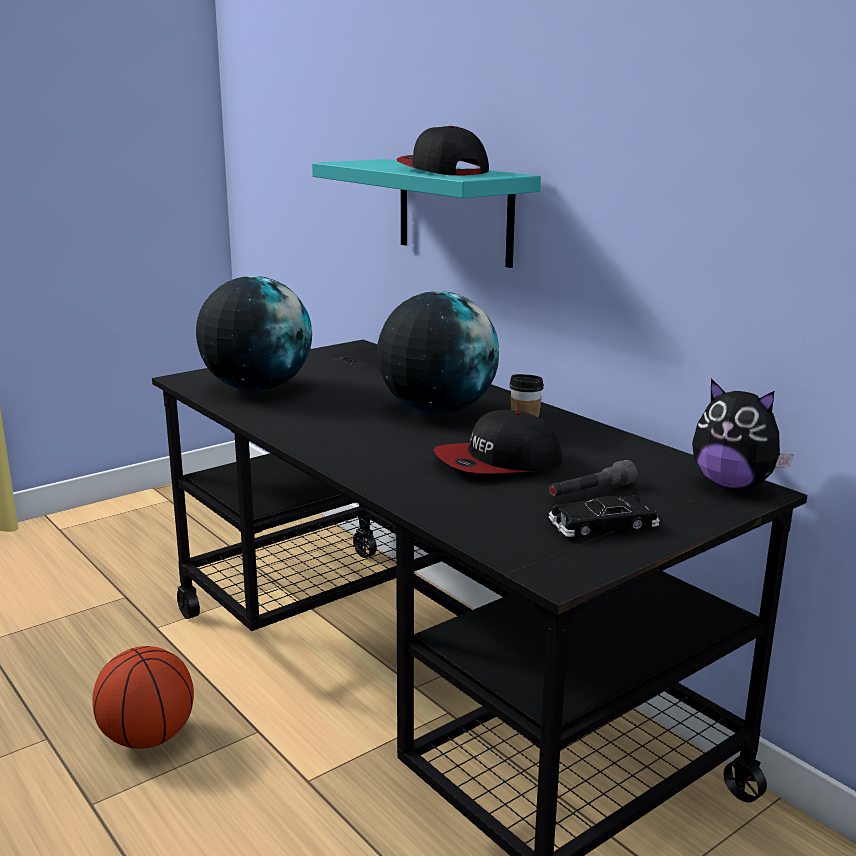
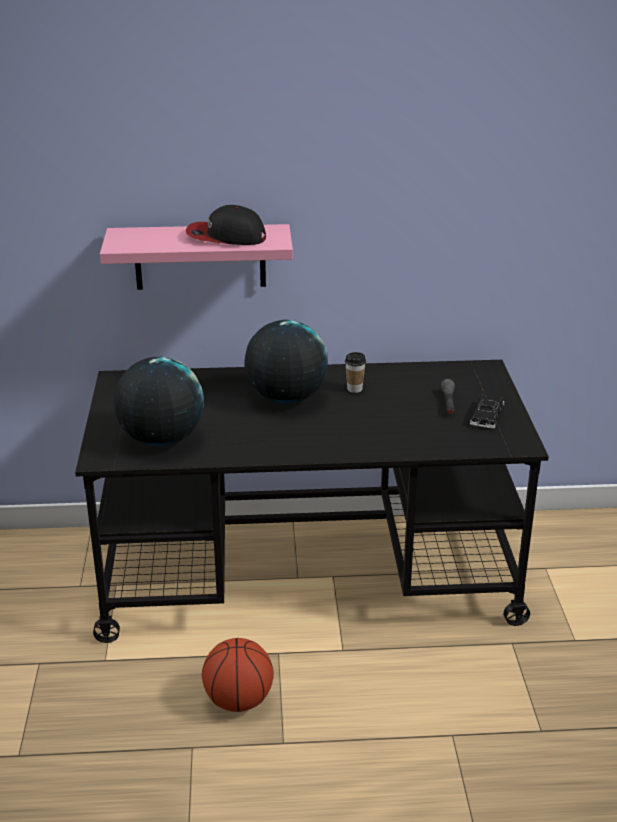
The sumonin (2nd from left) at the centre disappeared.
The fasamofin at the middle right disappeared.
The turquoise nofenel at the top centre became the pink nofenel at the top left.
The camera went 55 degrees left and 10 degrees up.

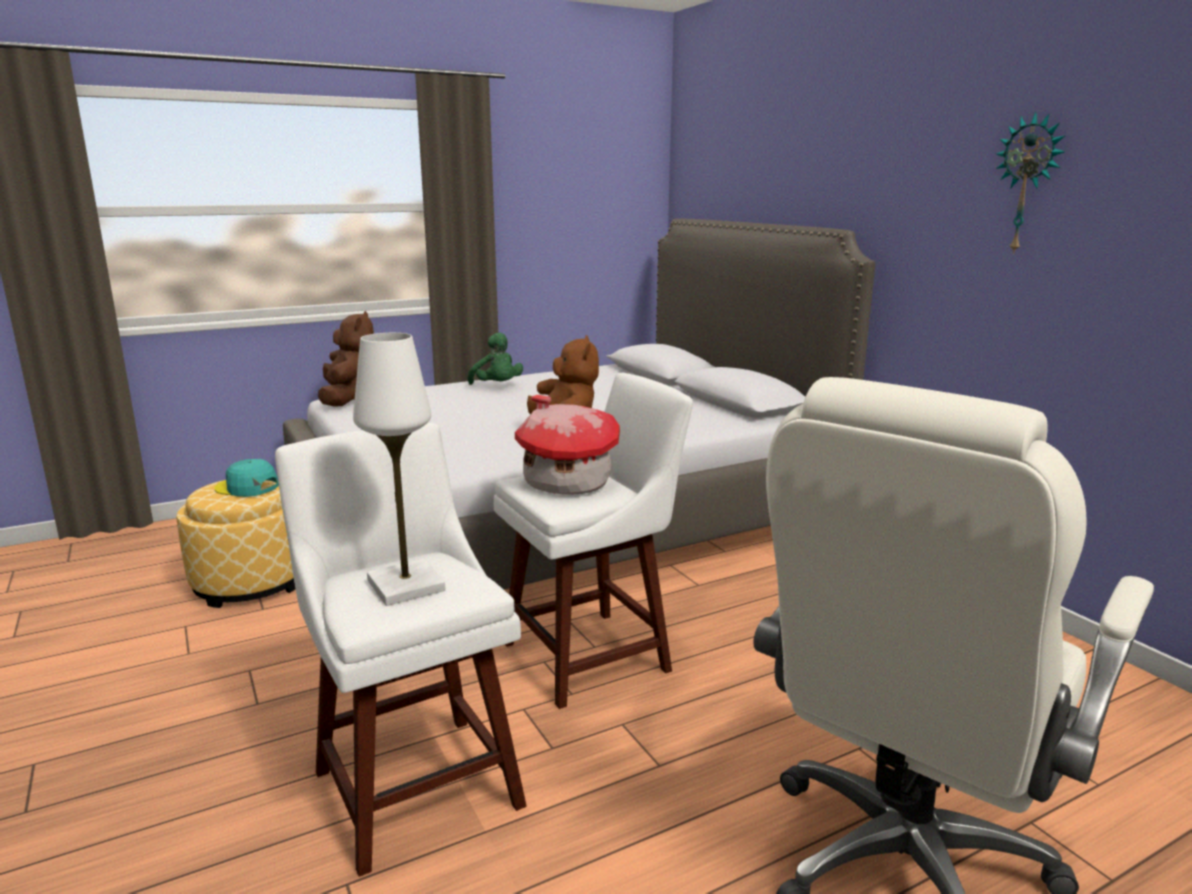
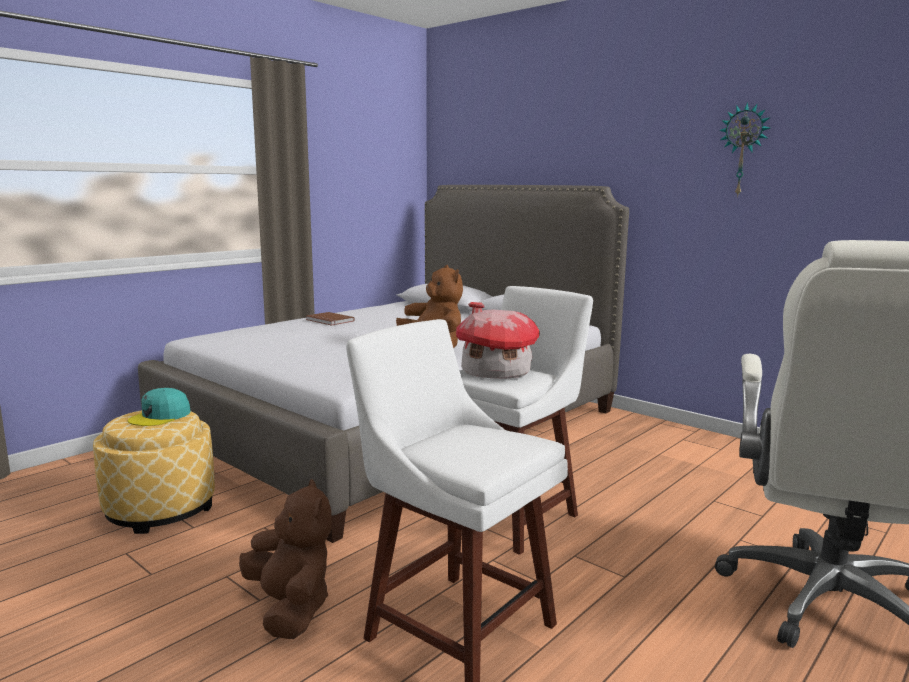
The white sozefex at the centre disappeared.
The brown fasamofin (1st from left) moved from the middle left to the bottom left.
The green fasamofin at the centre was replaced by the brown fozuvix at the centre.
The turquoise sumonin at the middle left turned 60 degrees counterclockwise.
The camera went 20 degrees left and 5 degrees down.

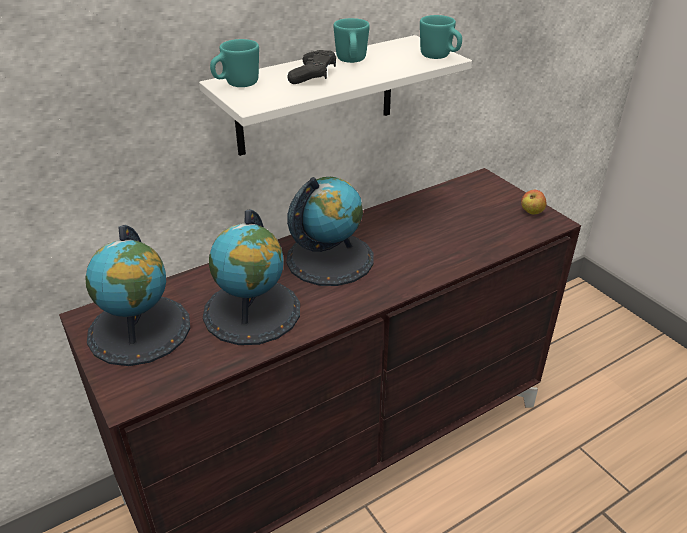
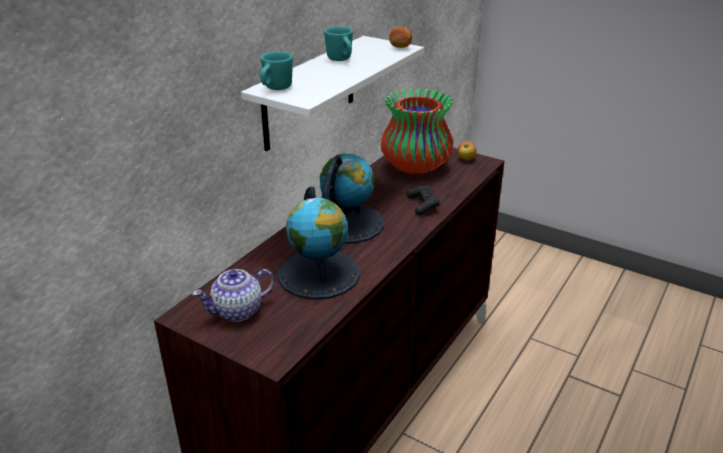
The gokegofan at the top centre appeared.
The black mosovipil moved from the top centre to the centre.
The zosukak (1st from left) at the middle left was replaced by the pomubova at the middle left.
The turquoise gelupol (3rd from left) at the top centre was replaced by the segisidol (1st from left) at the top centre.
The camera went 25 degrees left and 5 degrees down.

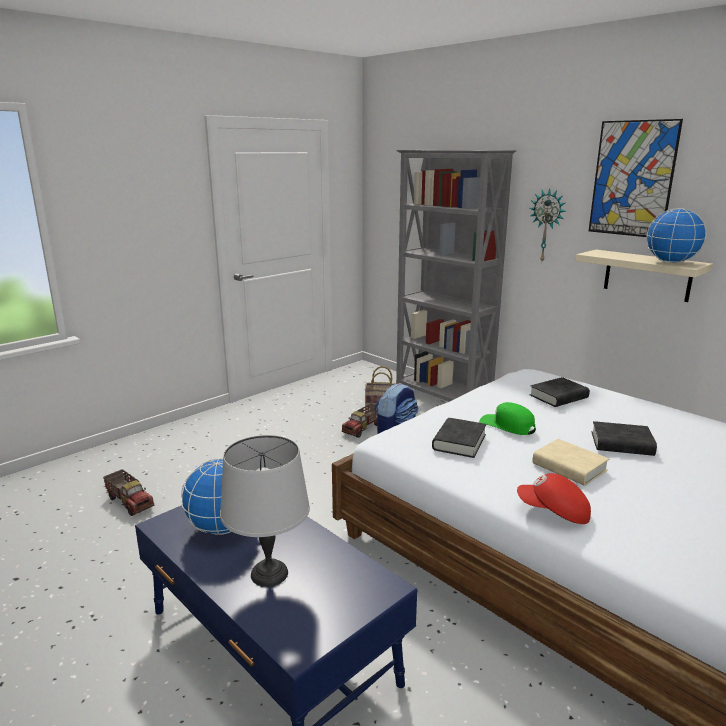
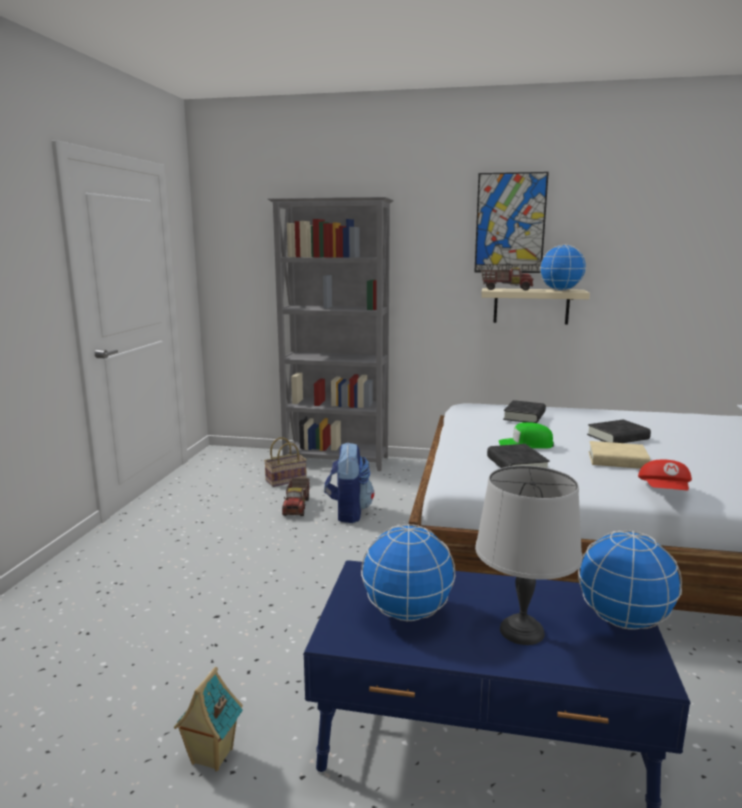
The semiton at the top right disappeared.
The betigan at the bottom left appeared.
The zosukak (3rd from left) at the bottom right appeared.
The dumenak (1st from left in the first image) moved from the bottom left to the middle right.
The red sumonin at the bottom right turned 60 degrees counterclockwise.
The camera went 35 degrees left and 5 degrees down.

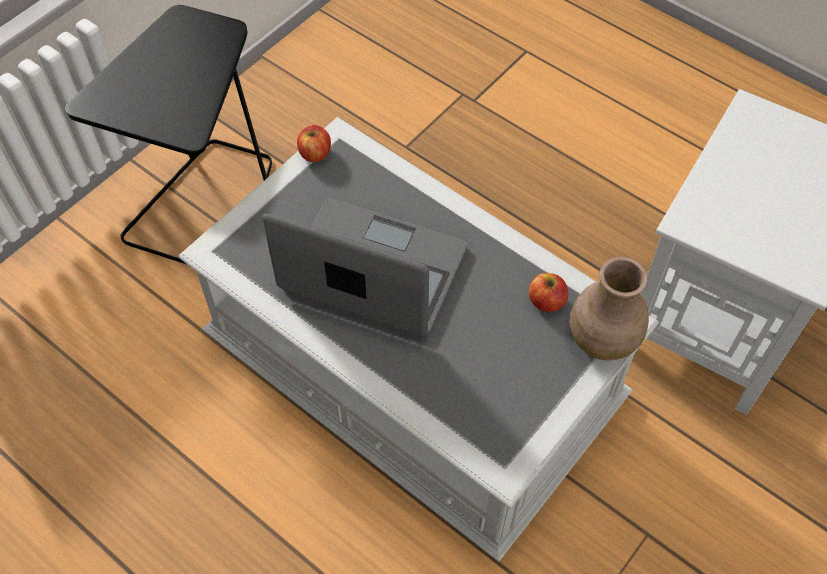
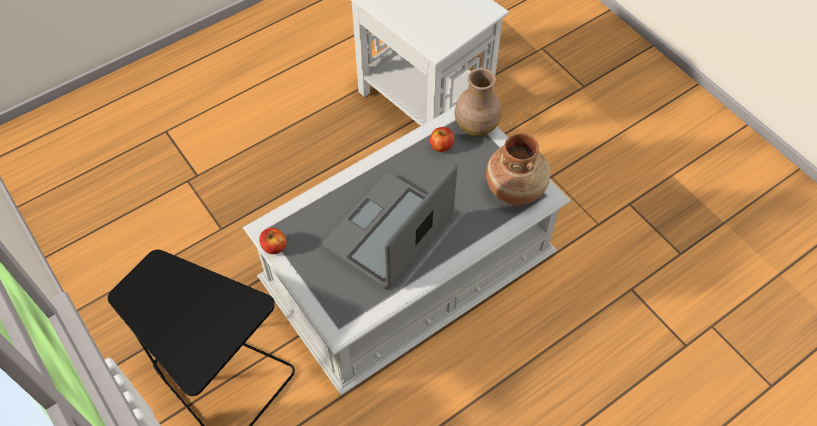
The brown gokegofan (2nd from left) at the centre appeared.
The camera went 75 degrees left and 0 degrees up.

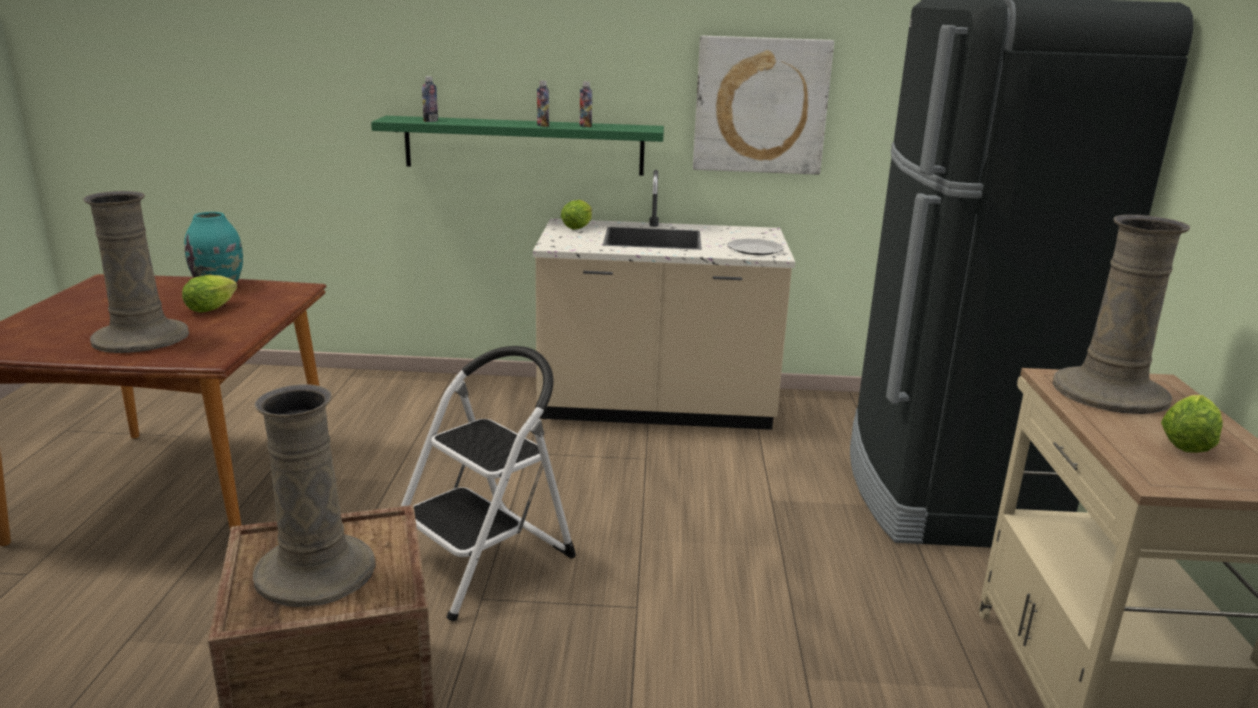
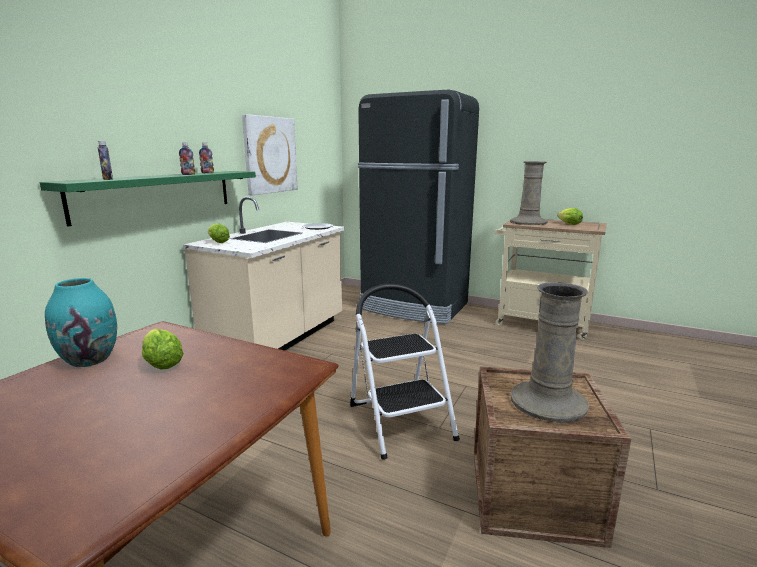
The beige gokegofan (1st from left) at the middle left disappeared.
The camera went 65 degrees left and 5 degrees down.

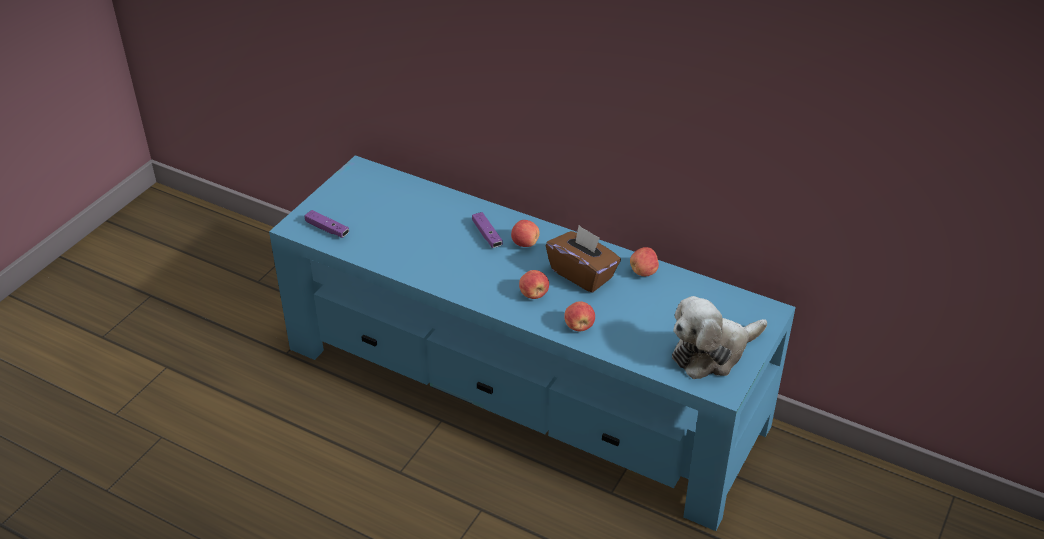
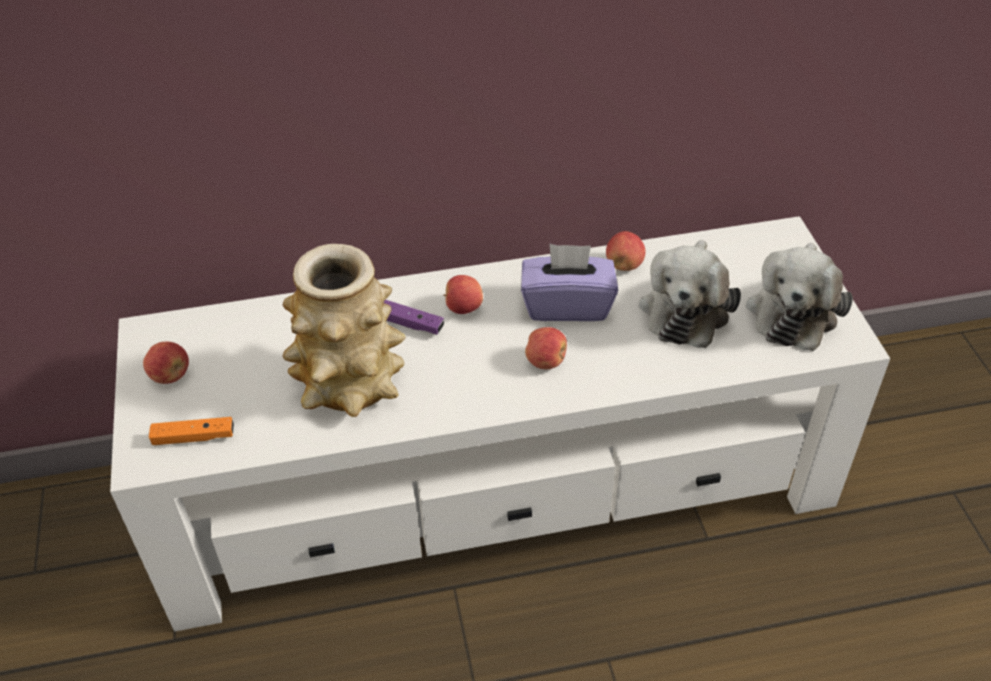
The gokegofan at the centre appeared.
The fasamofin (1st from left) at the middle right appeared.
The segisidol (3rd from left in the first image) moved from the centre to the middle left.
The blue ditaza at the centre became the white ditaza at the centre.
The purple mosovipil (1st from left) at the middle left became the orange mosovipil at the middle left.
The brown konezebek at the centre became the purple konezebek at the centre.
The camera went 40 degrees left and 5 degrees up.

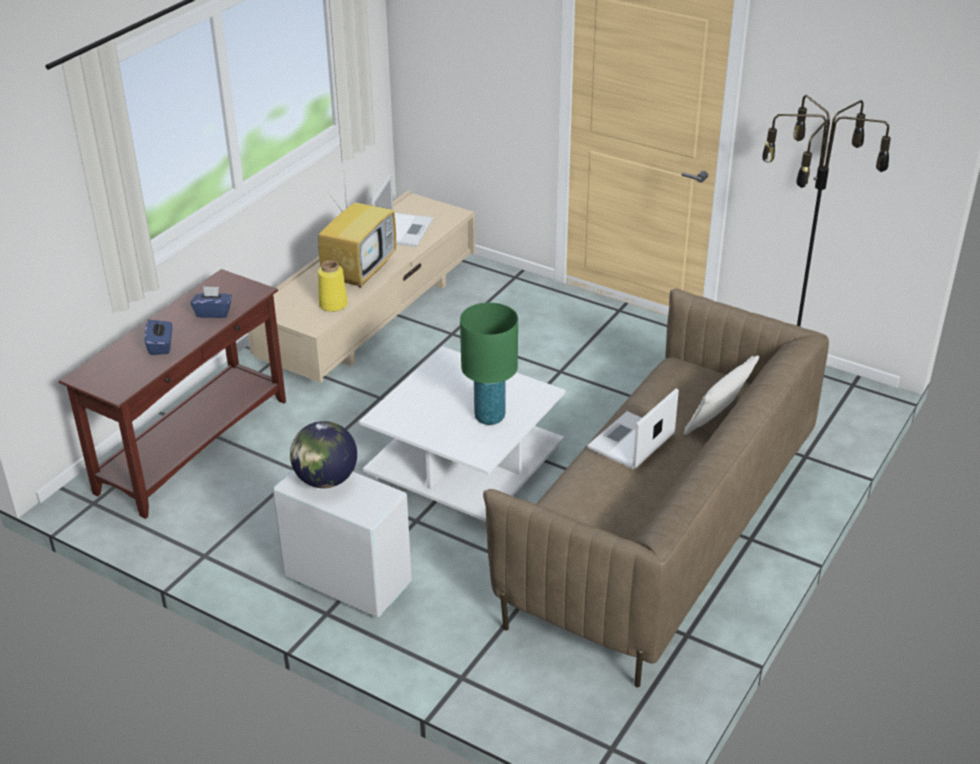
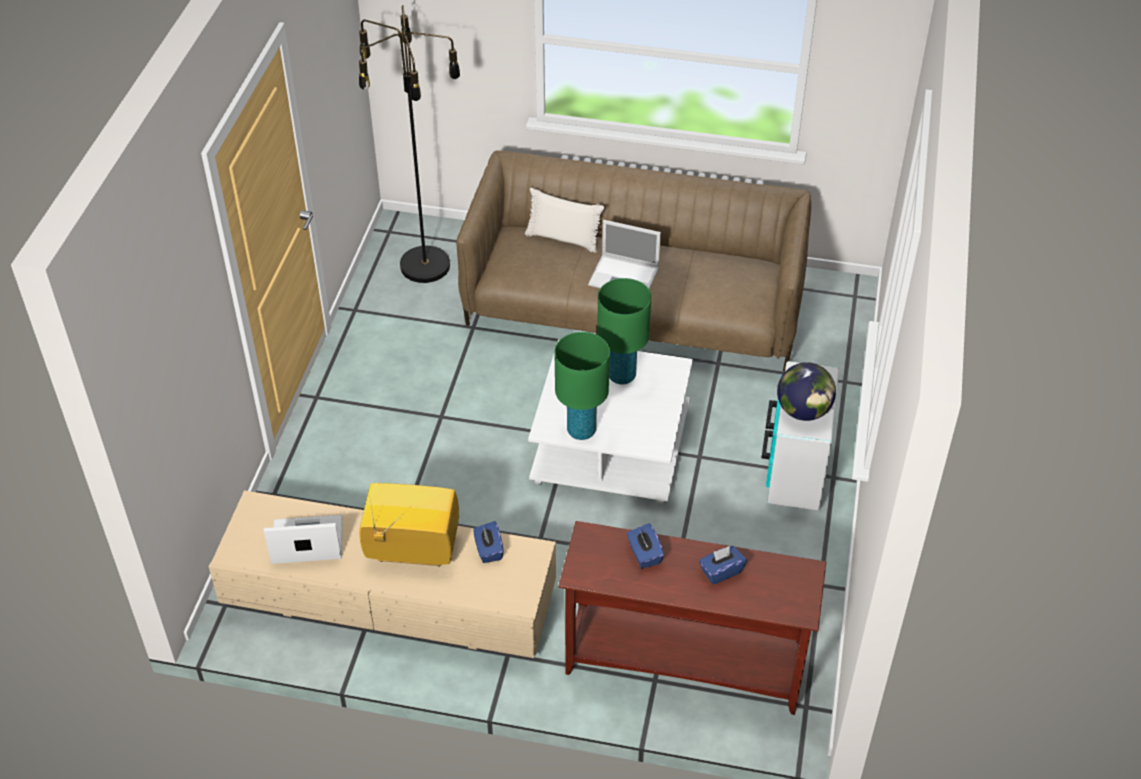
The green sozefex (1st from left) at the centre appeared.
The yellow gokegofan at the centre was replaced by the blue konezebek (1st from left) at the bottom centre.
The camera went 110 degrees left and 10 degrees up.

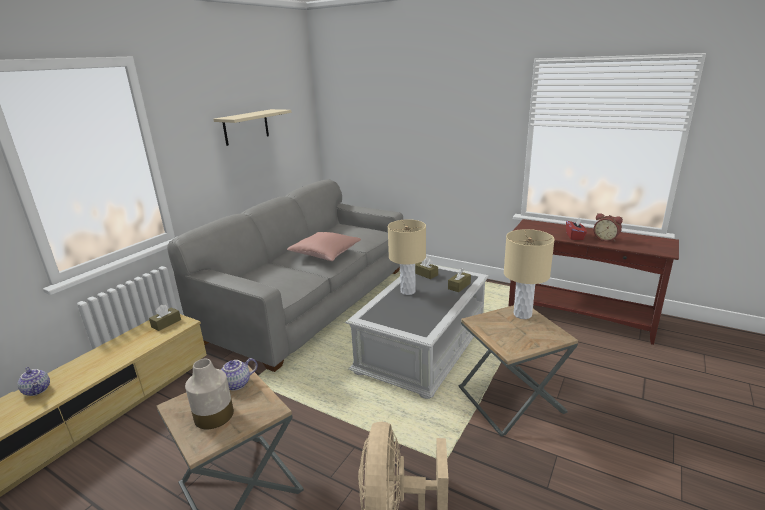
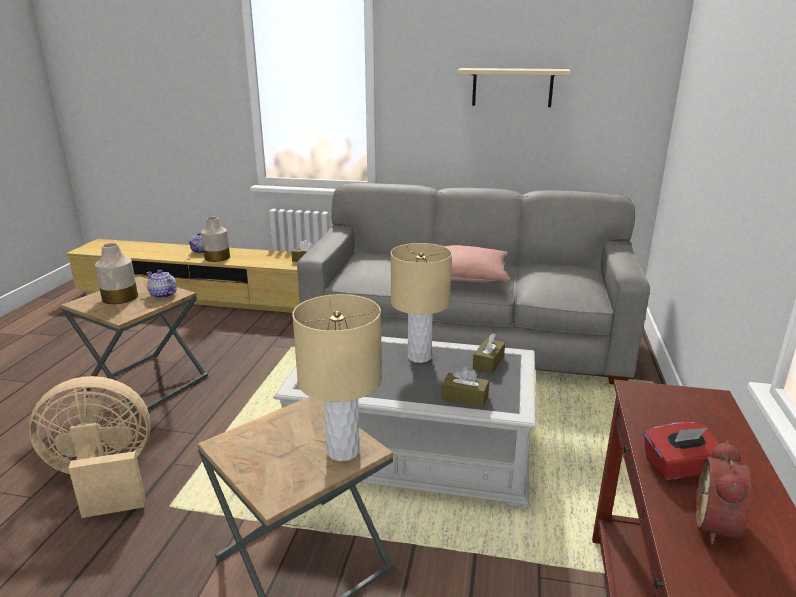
The beige gokegofan (2nd from left) at the middle left appeared.
The camera went 70 degrees right and 0 degrees up.

